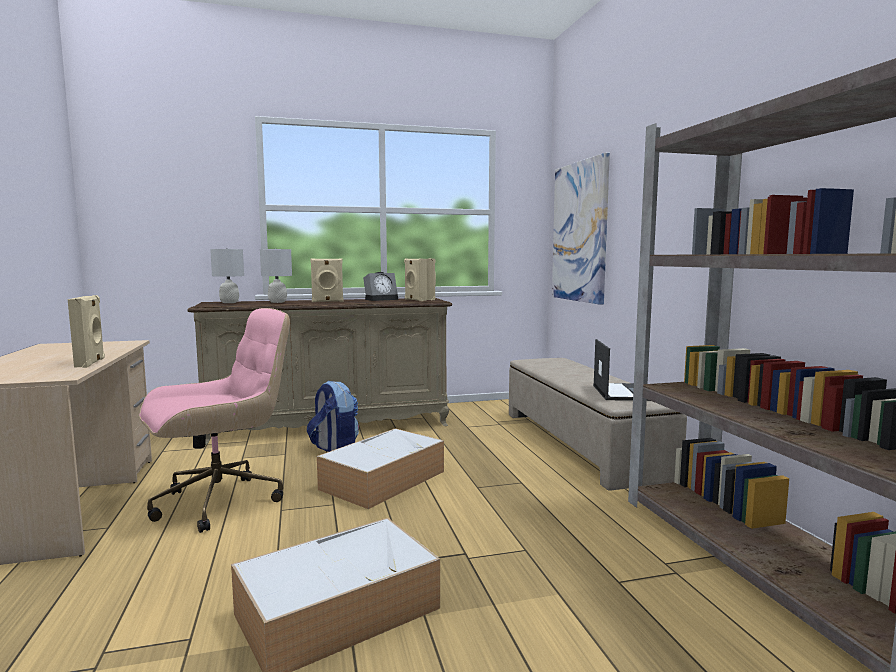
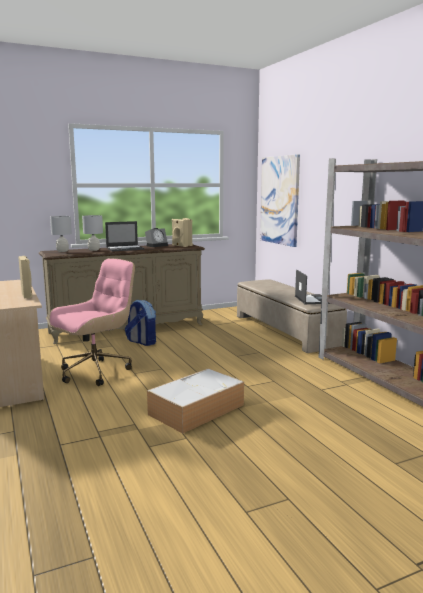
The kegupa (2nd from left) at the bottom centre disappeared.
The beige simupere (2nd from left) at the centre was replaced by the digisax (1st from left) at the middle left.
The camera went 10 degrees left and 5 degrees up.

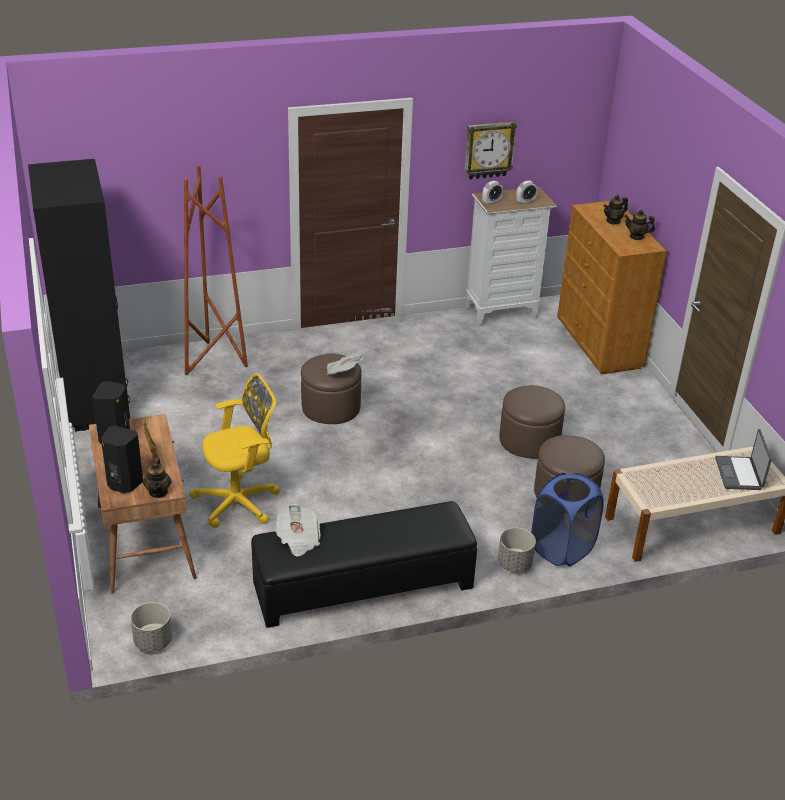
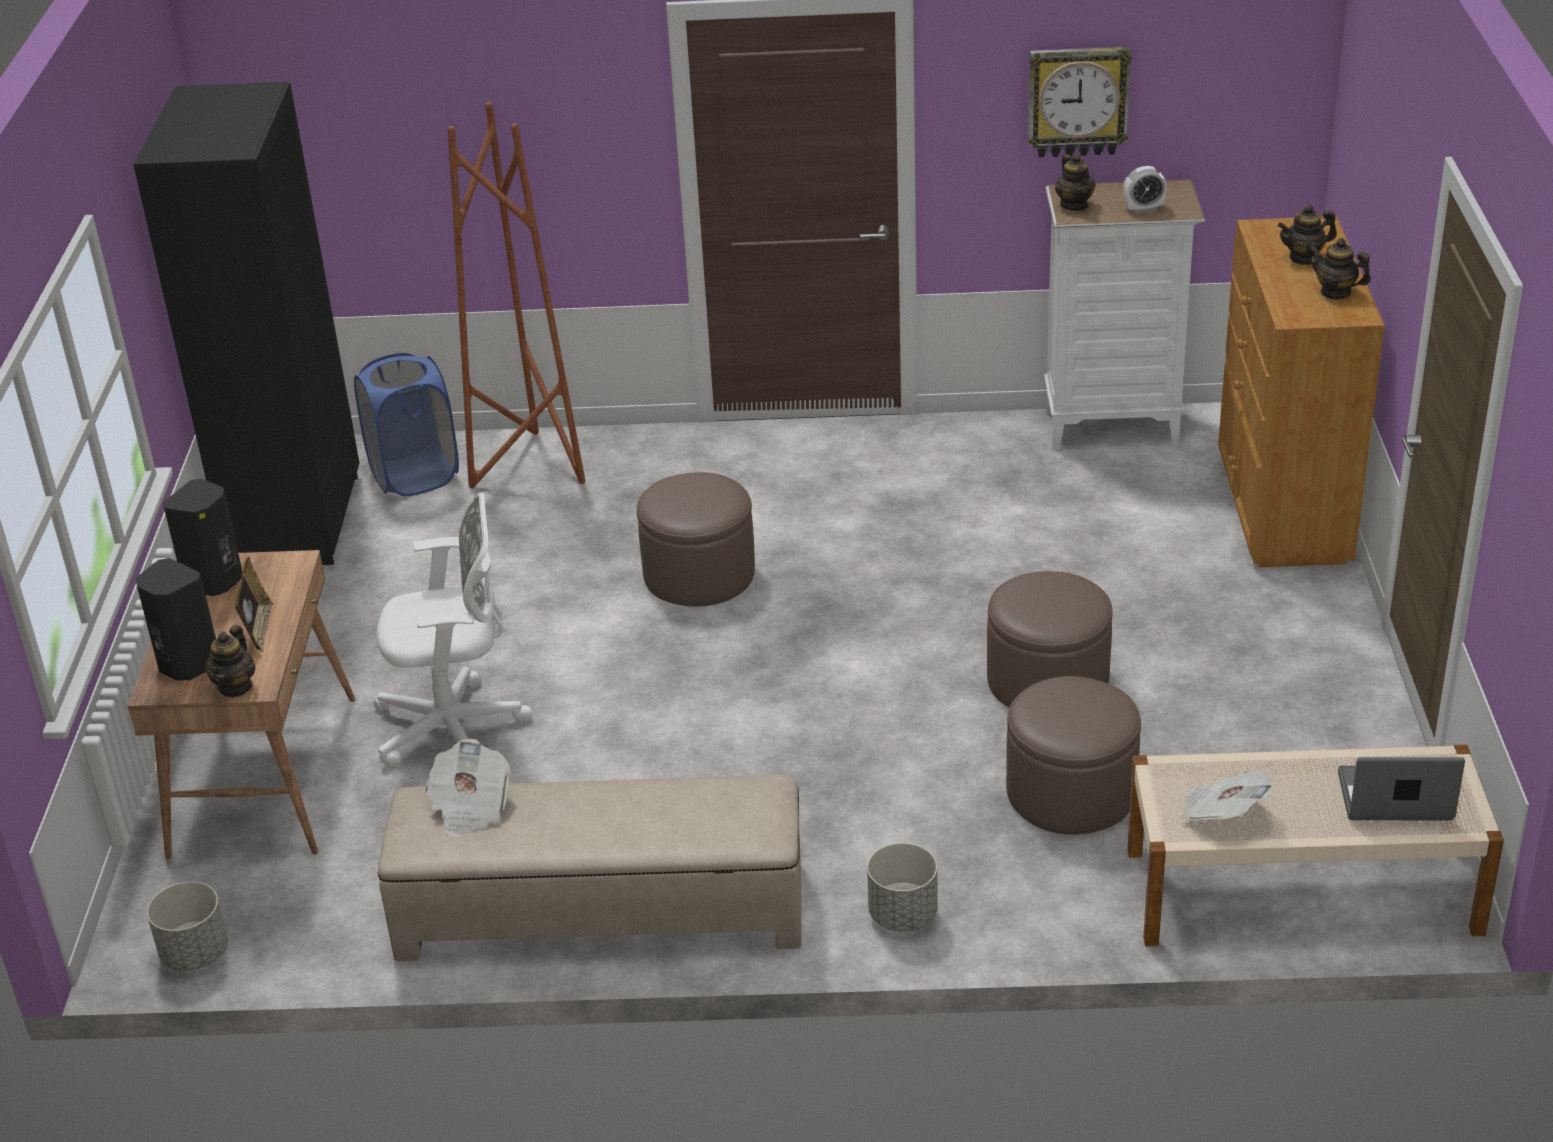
The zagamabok (2nd from left) moved from the centre to the bottom right.
The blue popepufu moved from the middle right to the middle left.
The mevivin (1st from left) at the top centre was replaced by the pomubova (2nd from left) at the top right.
The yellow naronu at the middle left became the white naronu at the middle left.
The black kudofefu at the bottom centre became the beige kudofefu (1st from left) at the bottom centre.
The digisax at the middle right turned 75 degrees clockwise.
The camera went 20 degrees right and 0 degrees up.

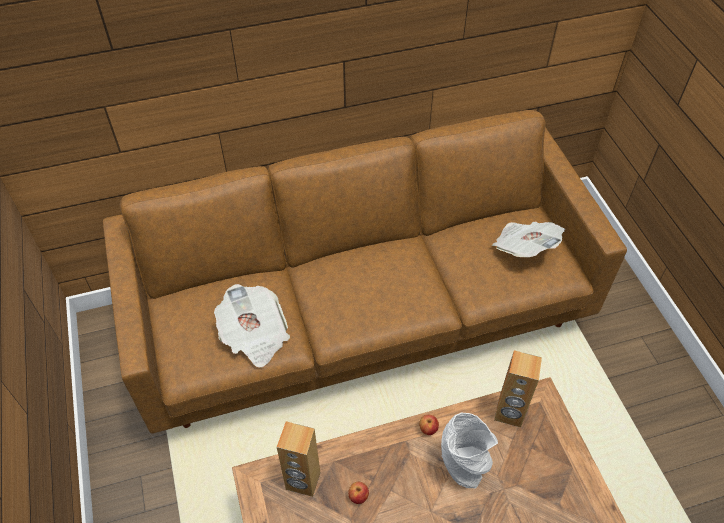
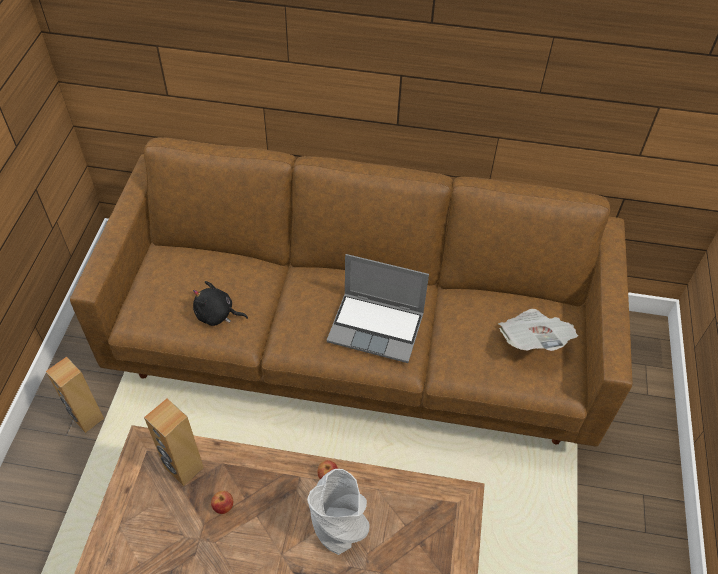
The digisax at the centre appeared.
The brown simupere (2nd from left in the first image) moved from the bottom right to the bottom left.
The zagamabok (1st from left) at the centre was replaced by the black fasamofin at the middle left.
The camera went 25 degrees right and 0 degrees up.

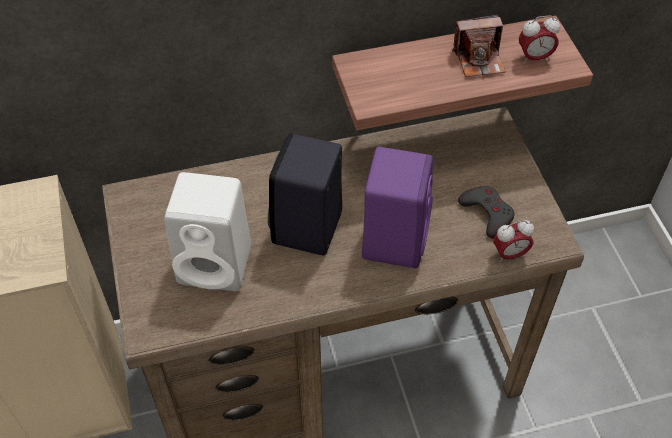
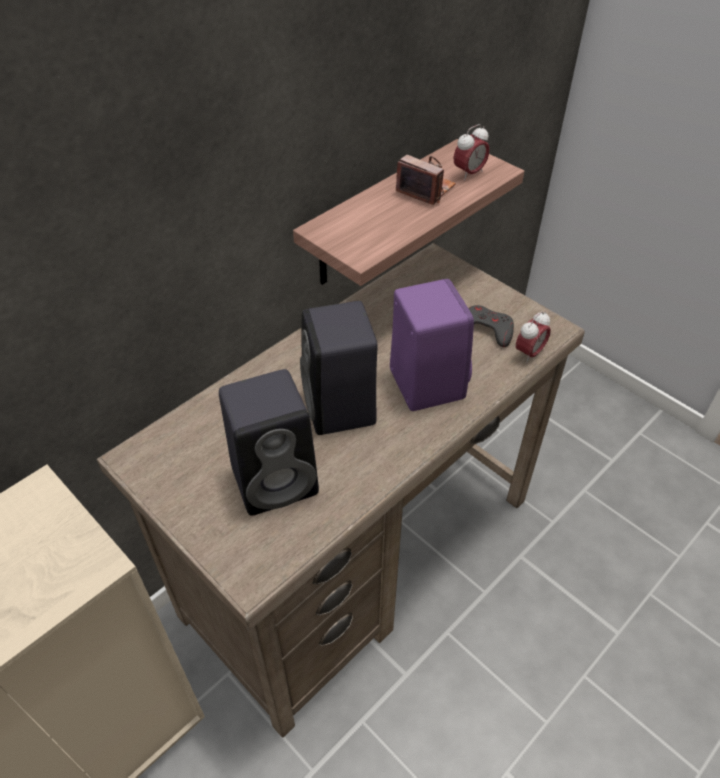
The white simupere at the middle left became the black simupere (1st from left) at the centre.
The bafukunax at the top right turned 105 degrees counterclockwise.
The camera went 30 degrees left and 5 degrees down.

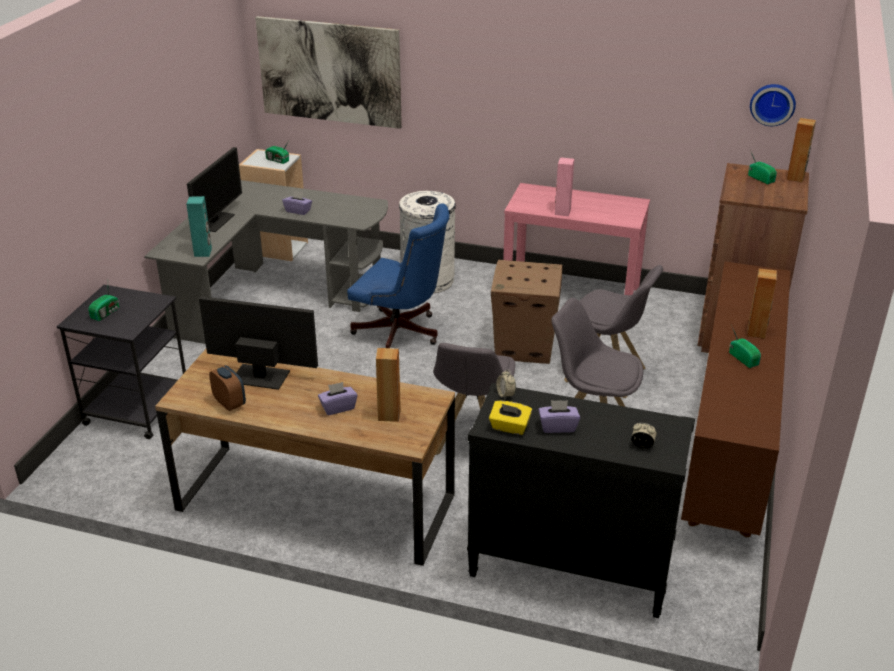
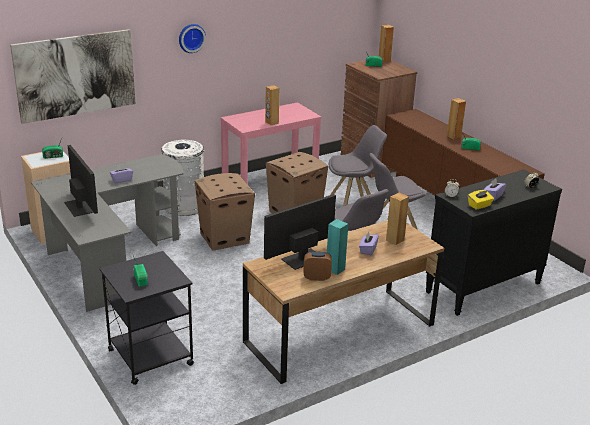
The turquoise simupere moved from the middle left to the centre.
The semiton moved from the top right to the top left.
The blue naronu at the centre was replaced by the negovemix (1st from left) at the centre.
The pink simupere at the top centre became the brown simupere (1st from left) at the top centre.
The camera went 50 degrees left and 5 degrees down.

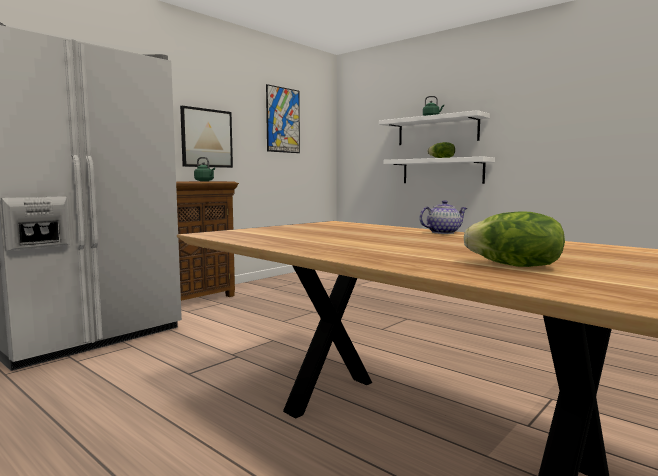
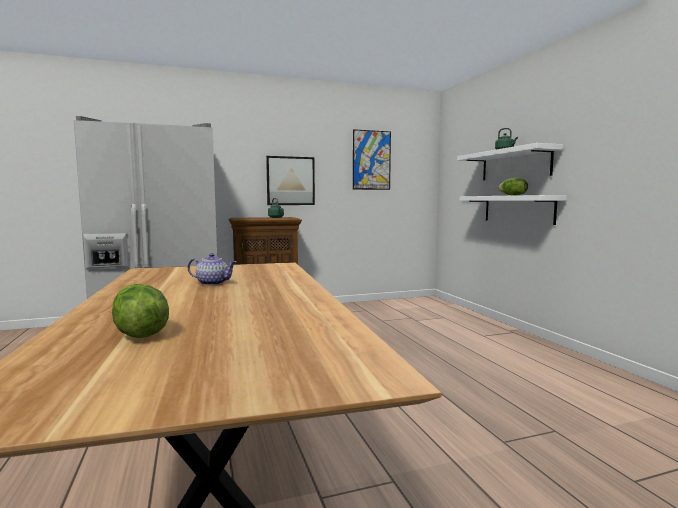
The pomubova moved from the middle right to the middle left.
The camera went 30 degrees right and 0 degrees up.

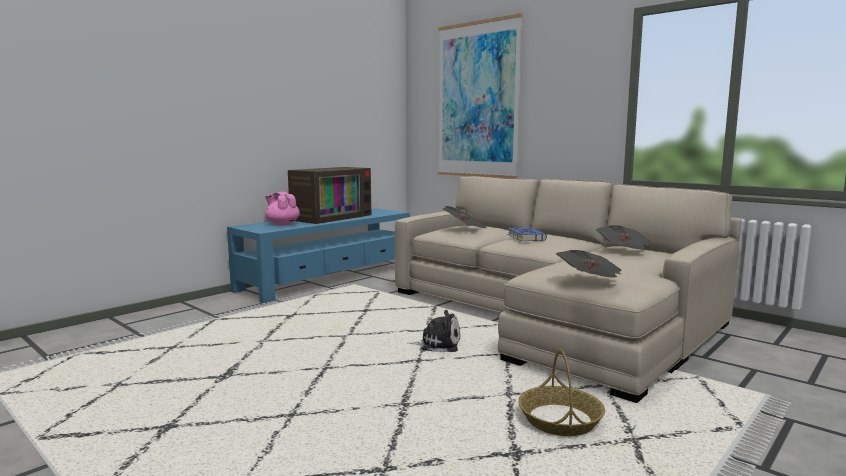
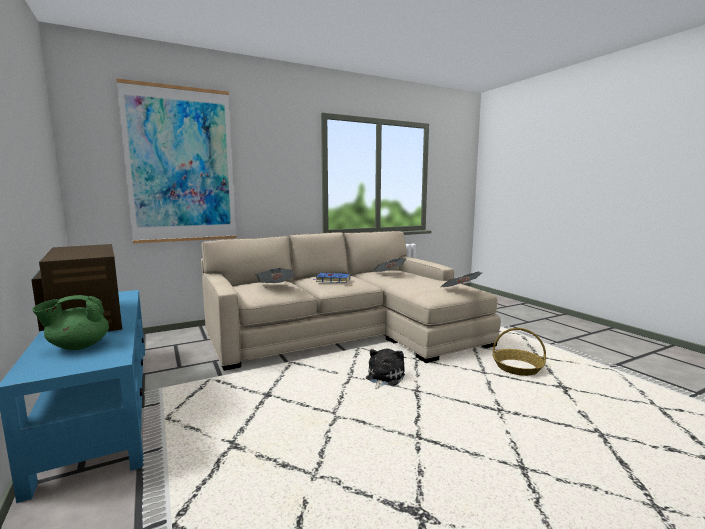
The pink pomubova at the centre became the green pomubova at the middle left.
The camera went 70 degrees left and 0 degrees up.

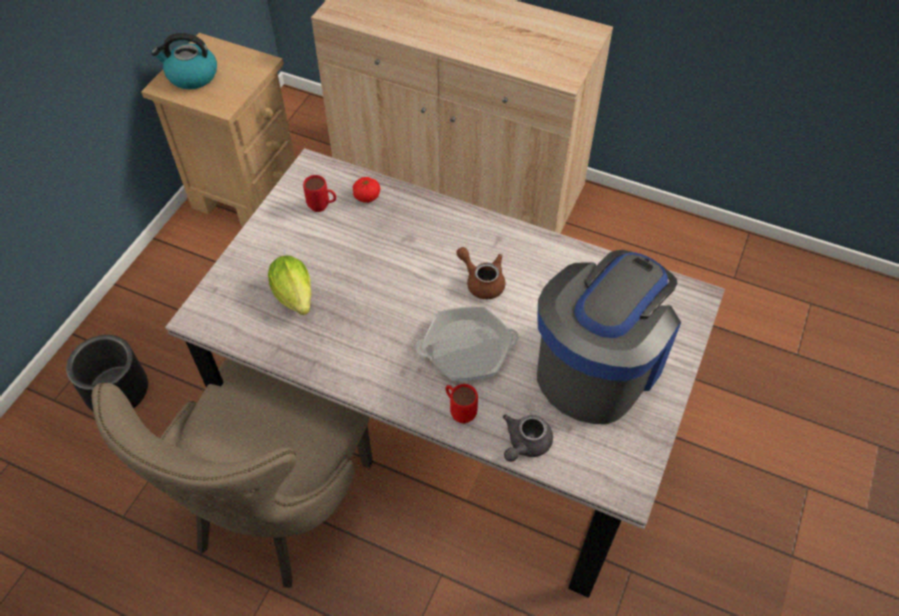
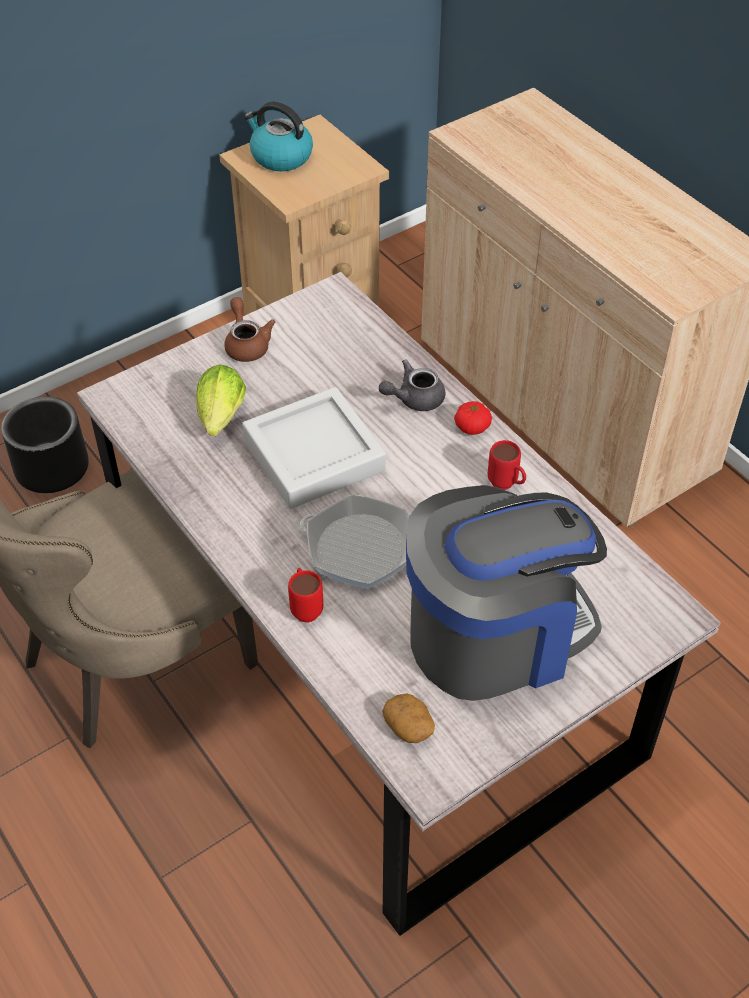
The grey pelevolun at the centre appeared.
The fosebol at the bottom centre appeared.
The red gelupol (1st from left in the first image) moved from the top centre to the middle right.
The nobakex moved from the top centre to the centre.
The brown pomubova moved from the centre to the top left.
The grey pomubova moved from the bottom centre to the centre.
The camera went 30 degrees right and 5 degrees down.

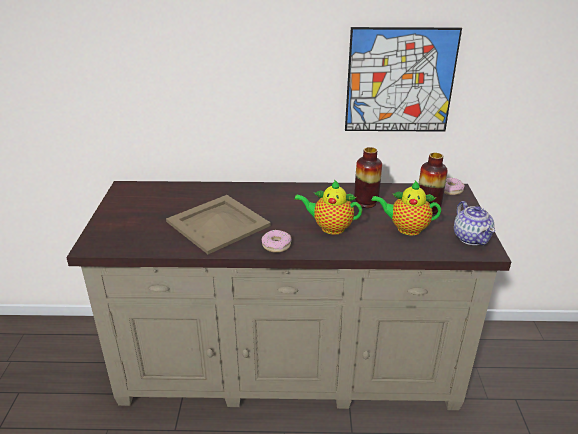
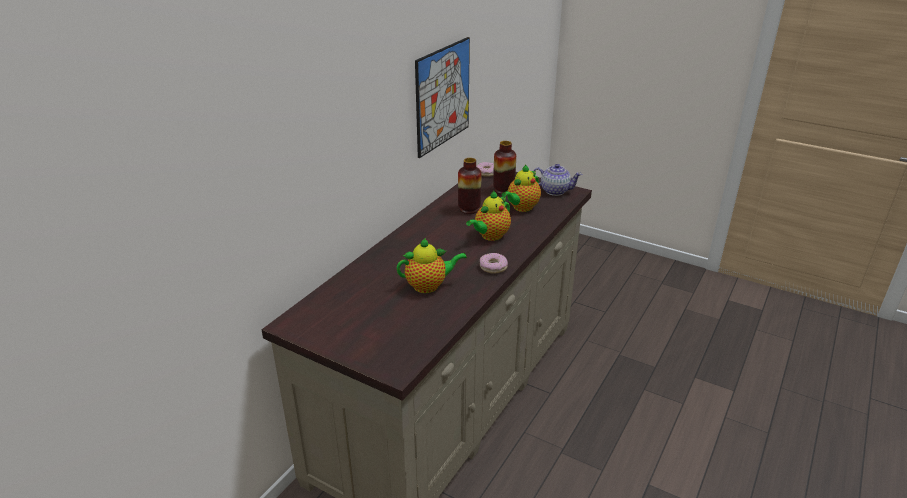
The beige pelevolun at the centre was replaced by the pomubova (1st from left) at the centre.
The camera went 60 degrees left and 0 degrees up.

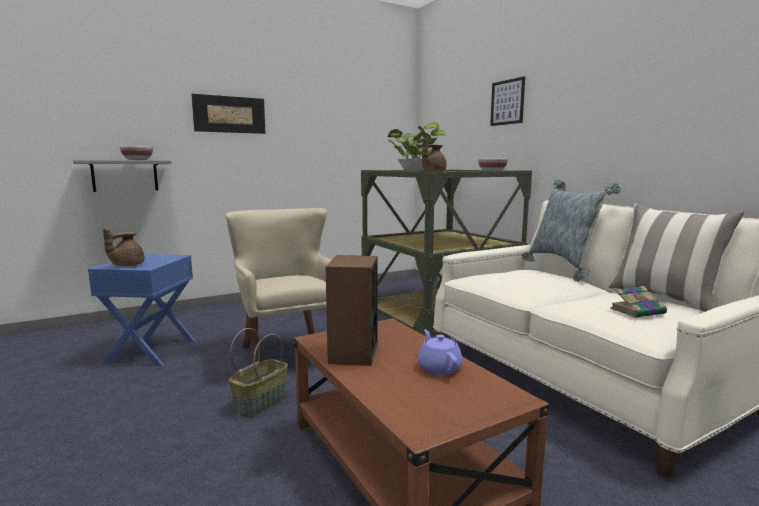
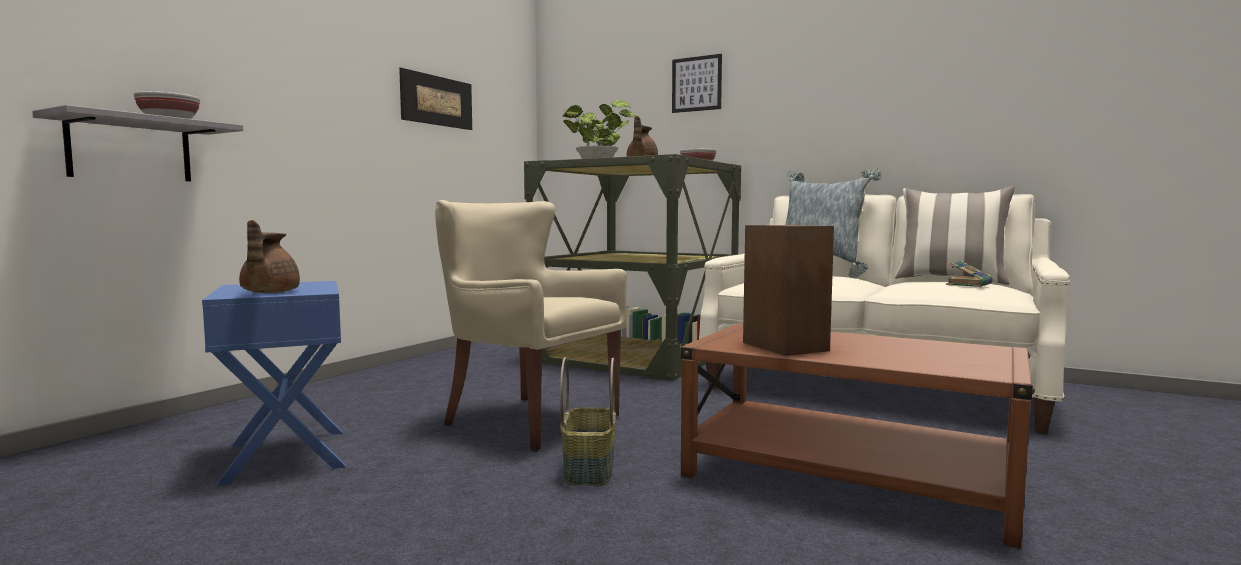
The purple pomubova at the bottom centre disappeared.
The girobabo (1st from left) moved from the top left to the top centre.
The camera went 30 degrees left and 5 degrees down.

